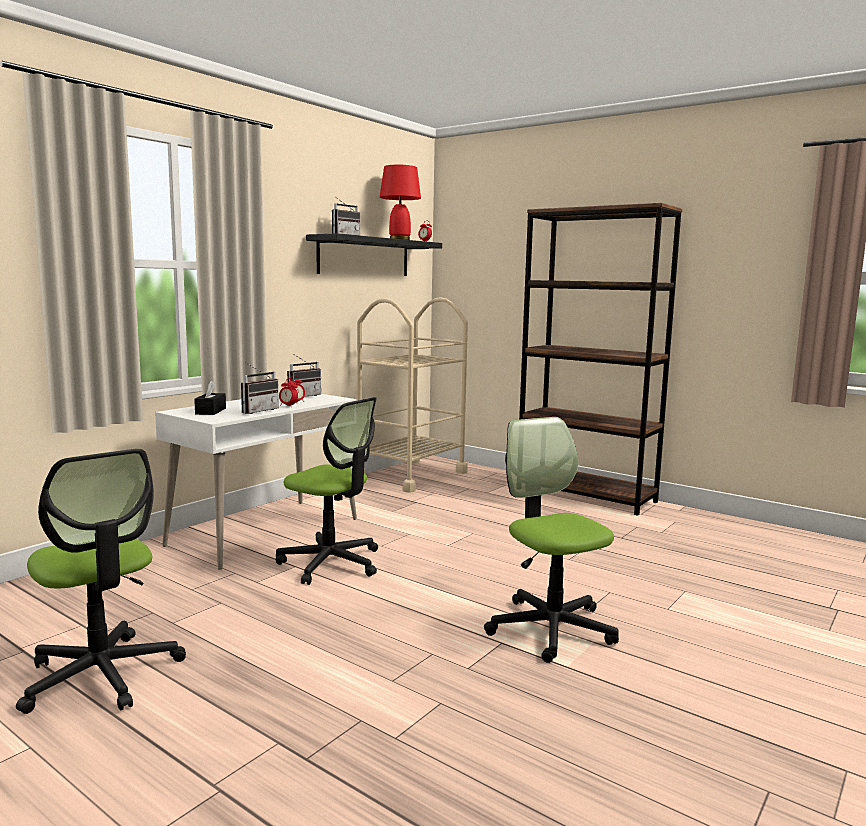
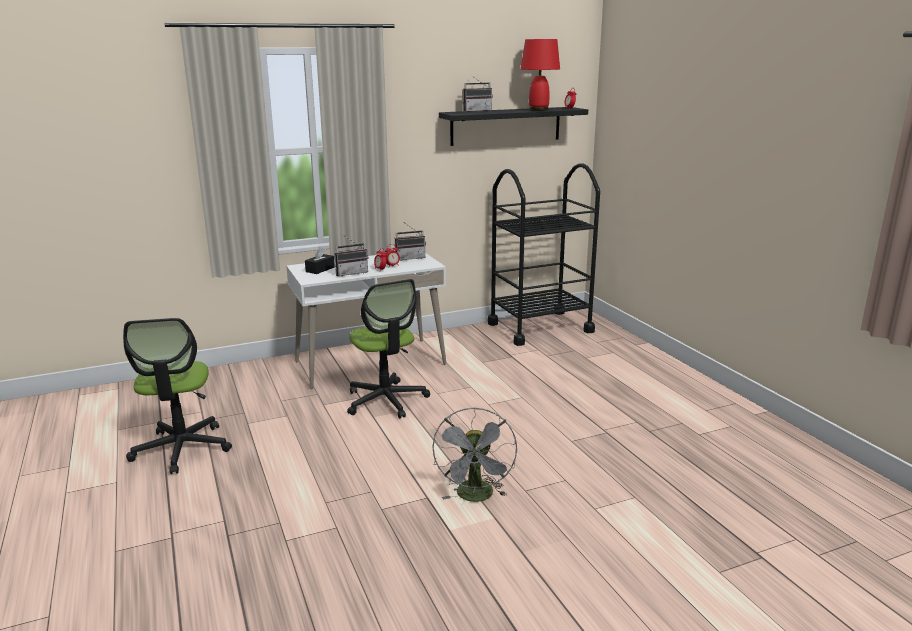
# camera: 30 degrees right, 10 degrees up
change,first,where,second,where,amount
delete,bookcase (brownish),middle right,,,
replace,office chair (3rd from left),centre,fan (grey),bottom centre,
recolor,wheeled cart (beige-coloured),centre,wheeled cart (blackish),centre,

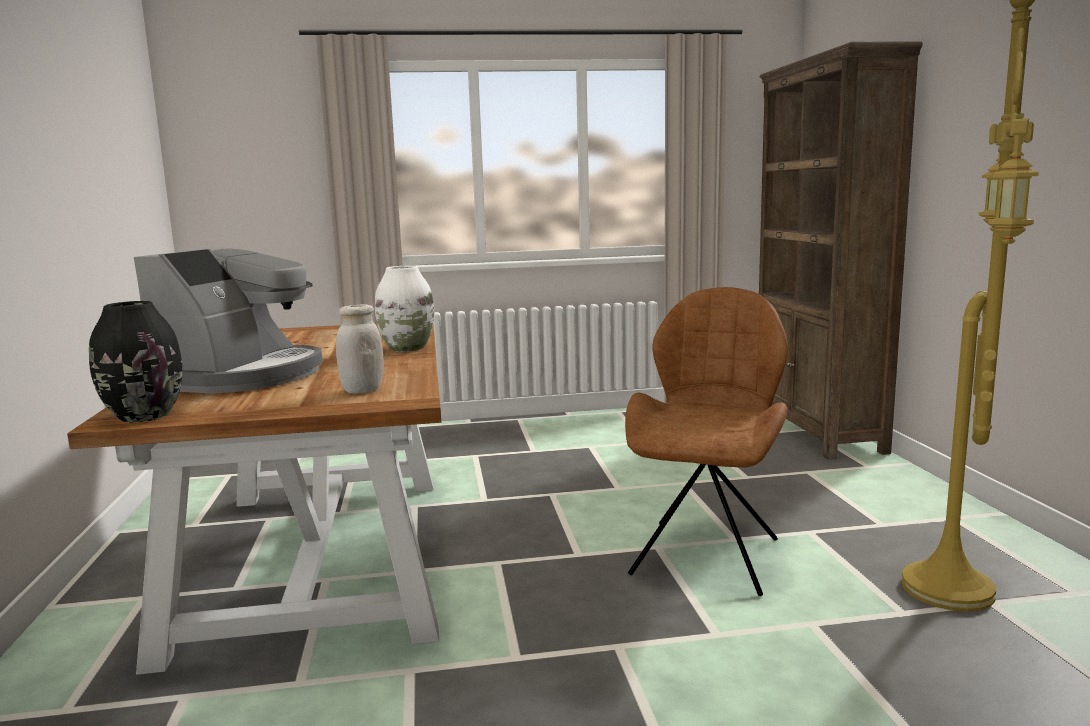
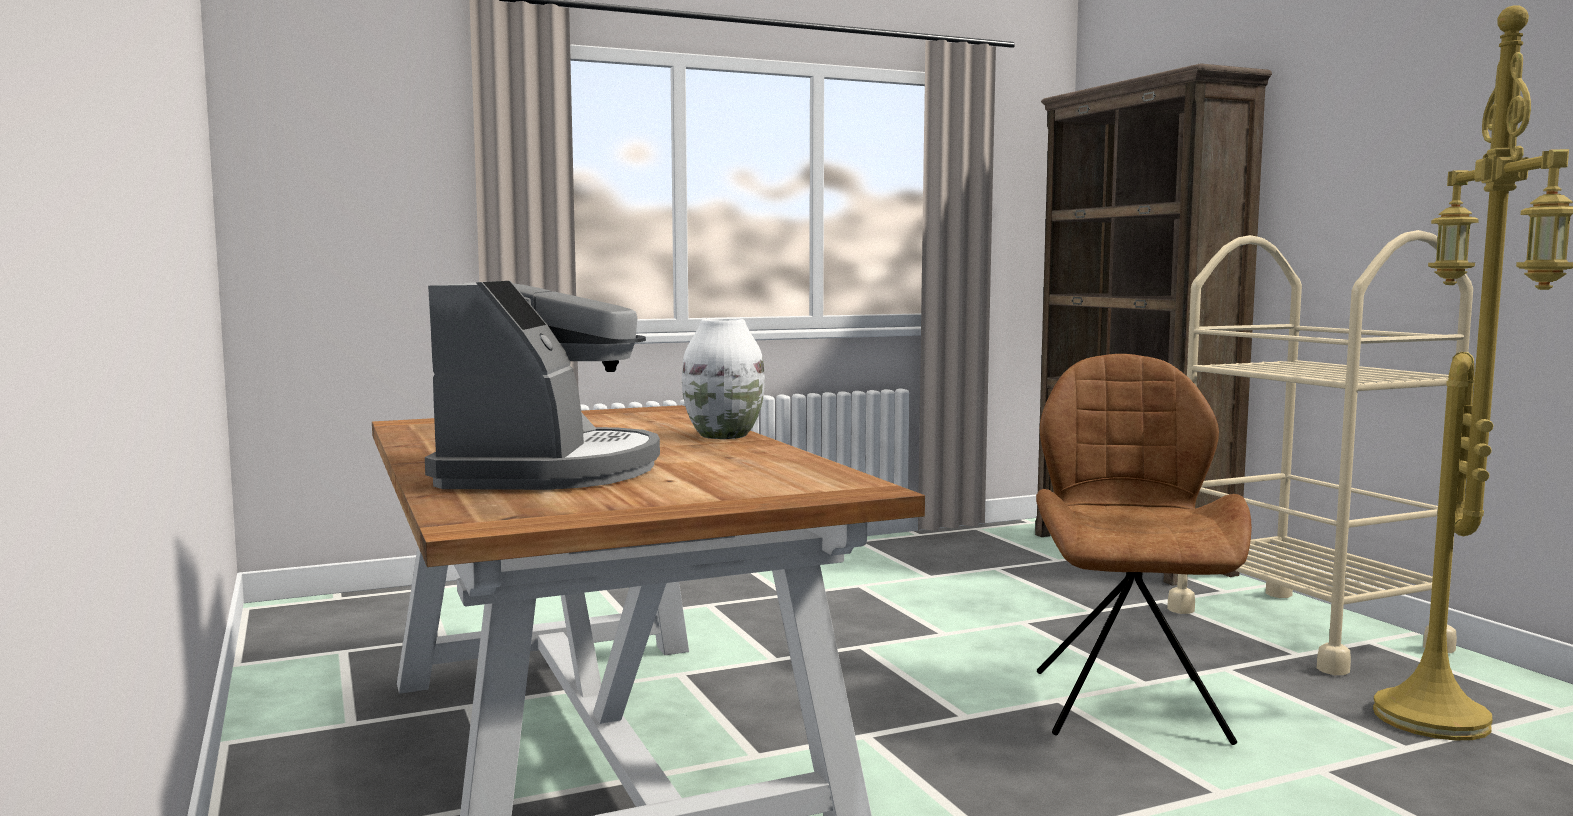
# camera: 15 degrees left, 5 degrees down
change,first,where,second,where,amount
delete,flower vase (blackish),middle left,,,
delete,preserve jar (white),middle left,,,
insert,,,wheeled cart (beige-coloured),middle right,

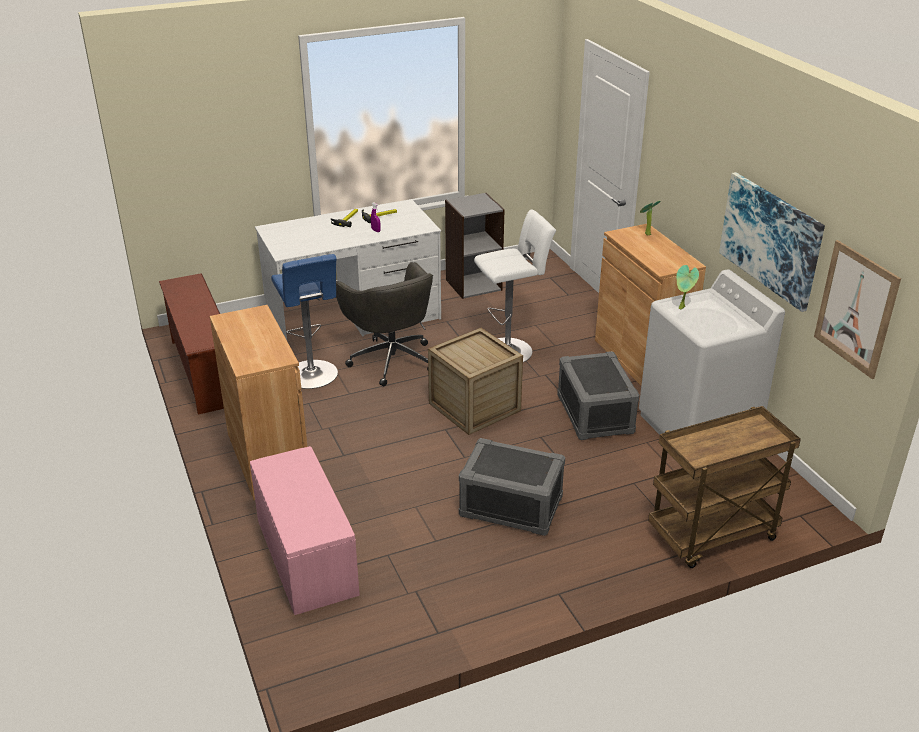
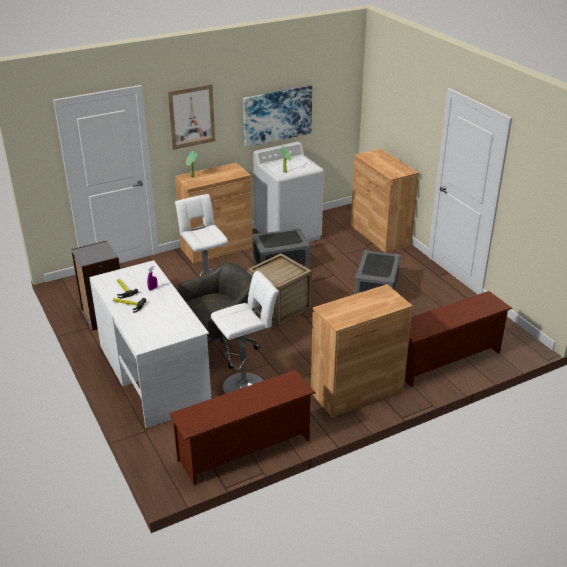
# camera: 95 degrees left, 0 degrees up
change,first,where,second,where,amount
move,wall picture (2nd from left in the first image),middle right,wall picture (1st from left),top centre,
replace,long seat (pink),bottom left,shoe stand (brownish) (2nd from left),middle right,
replace,wheeled cart (brownish),middle right,cupboard (brownish) (3rd from left),middle right,
recolor,stool (blue-coloured),middle left,stool (white) (2nd from left),centre,

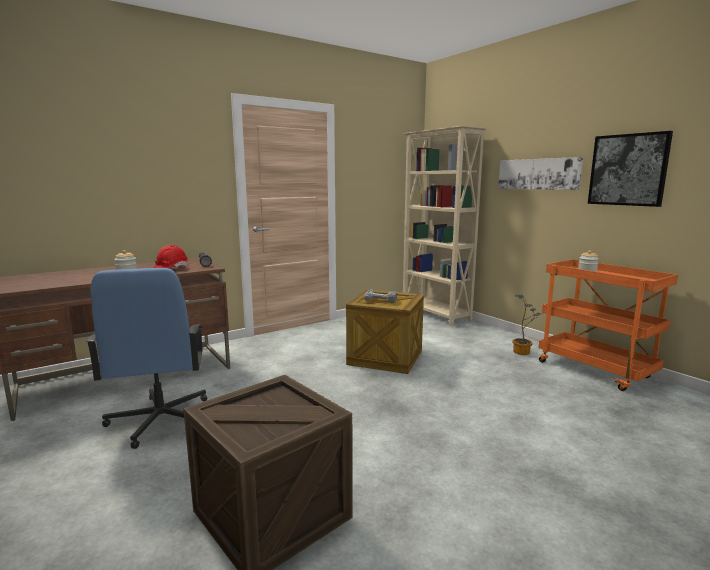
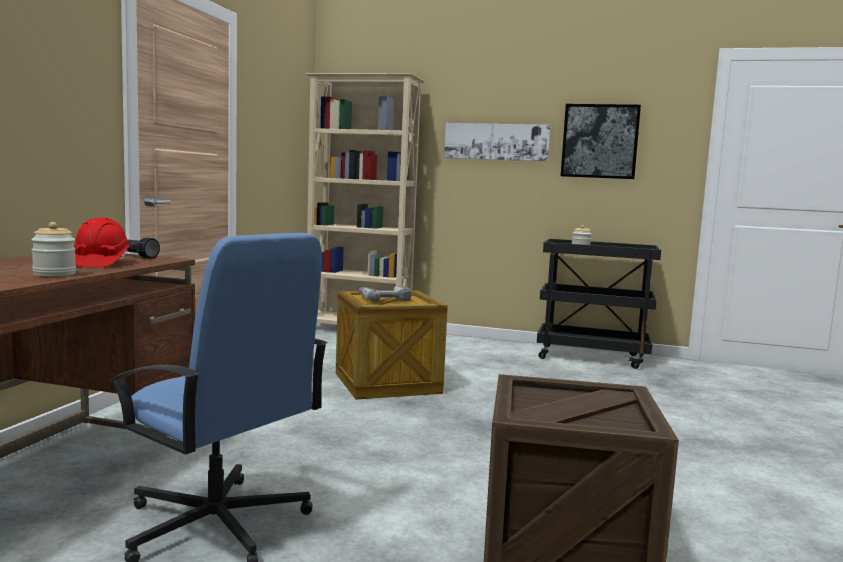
# camera: 40 degrees left, 5 degrees down
change,first,where,second,where,amount
delete,plant in a pot,middle right,,,
recolor,wheeled cart (orangey),middle right,wheeled cart (blackish),middle right,

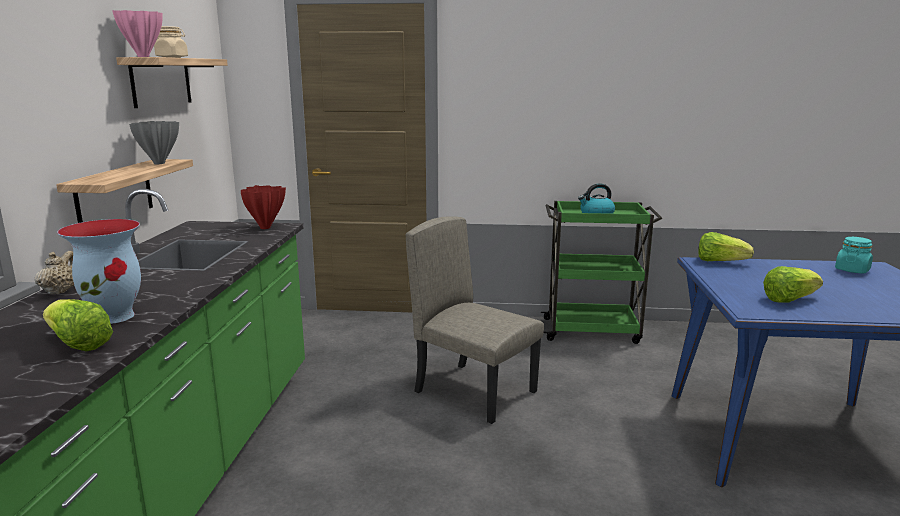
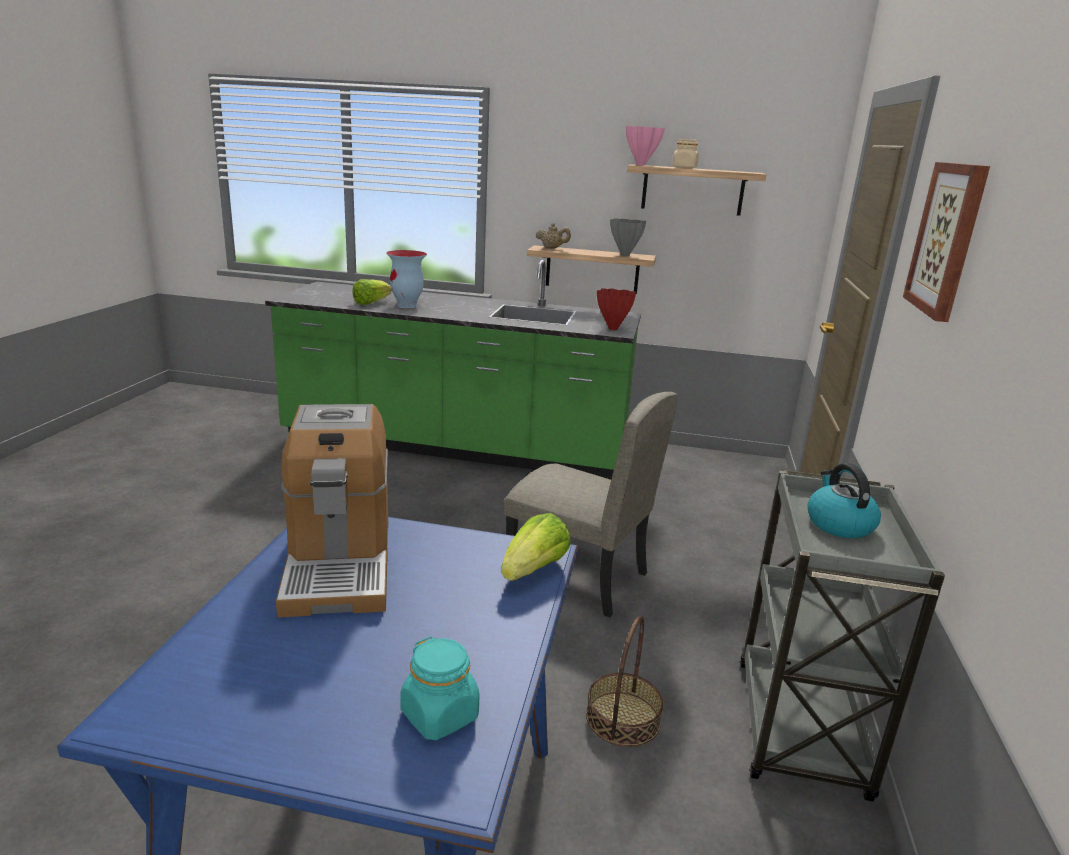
# camera: 95 degrees right, 5 degrees up
change,first,where,second,where,amount
insert,,,storage basket,bottom centre,
insert,,,wall picture,top right,
move,tea pot (beige-coloured),middle left,,top centre,
replace,head of lettuce (3rd from left),middle right,coffee machine,middle left,
recolor,wheeled cart (green),middle right,wheeled cart (grey),bottom right,
rotate,plain chair (beige-coloured),centre,,centre,75 degrees clockwise

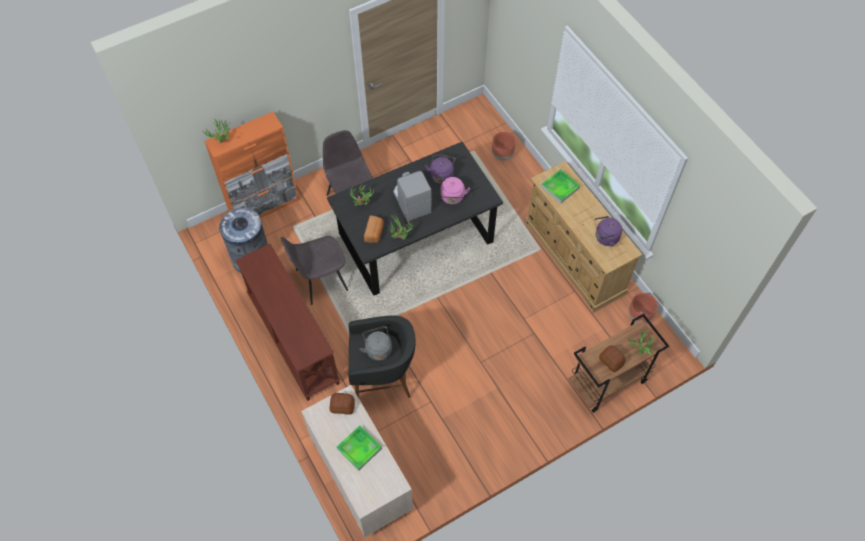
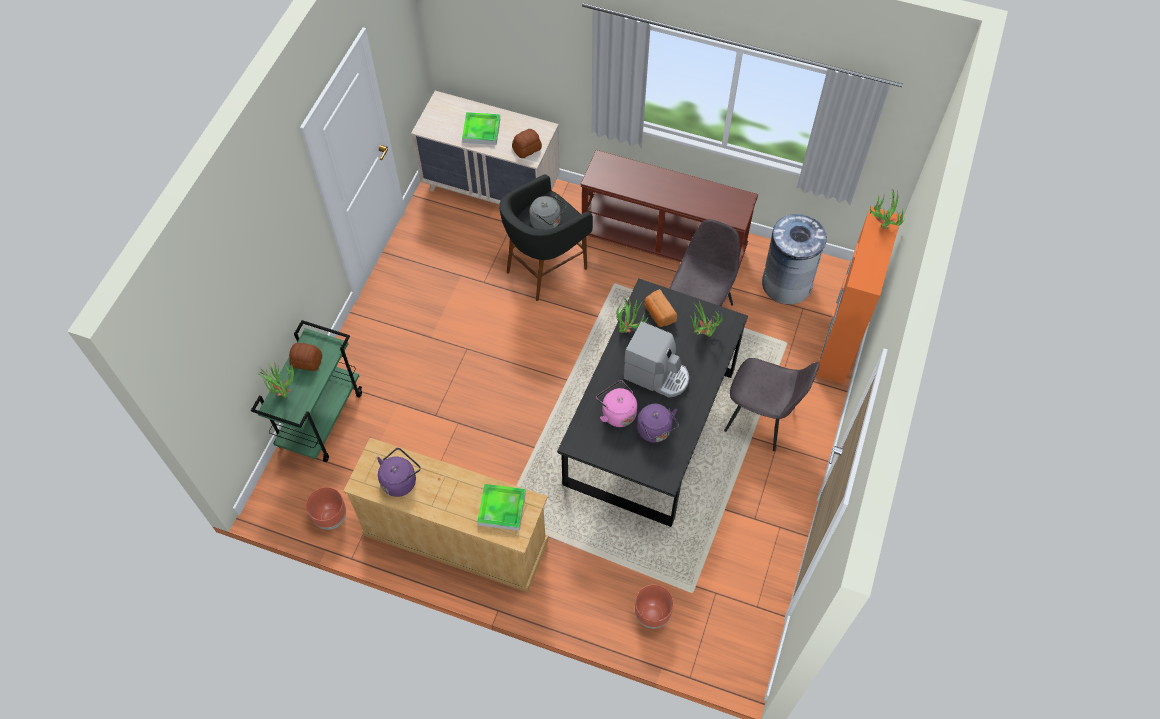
# camera: 140 degrees right, 0 degrees up
change,first,where,second,where,amount
recolor,wheeled cart (brownish),bottom right,wheeled cart (green),middle left,

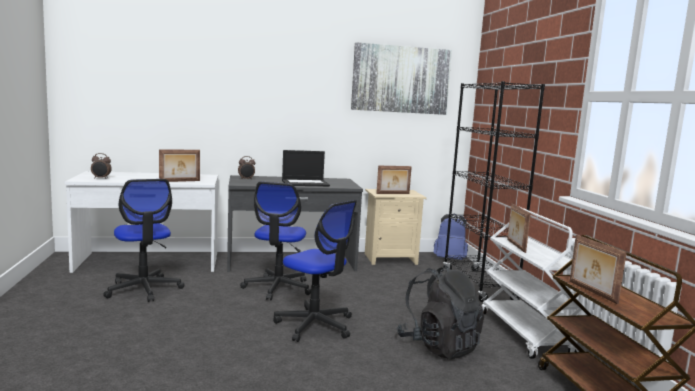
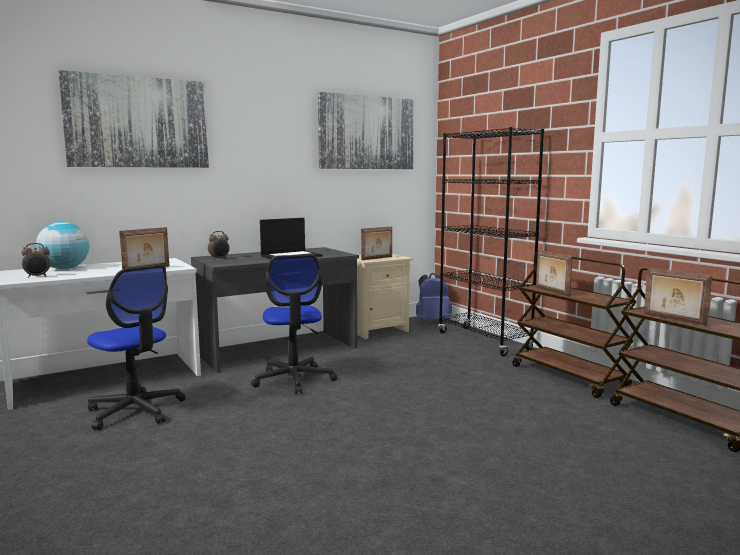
# camera: 20 degrees left, 0 degrees up
change,first,where,second,where,amount
delete,office chair (3rd from left),bottom centre,,,
delete,rucksack (blackish),bottom centre,,,
insert,,,globe,middle left,
insert,,,wall picture (1st from left),top left,
recolor,wheeled cart (white),bottom right,wheeled cart (brownish) (1st from left),middle right,

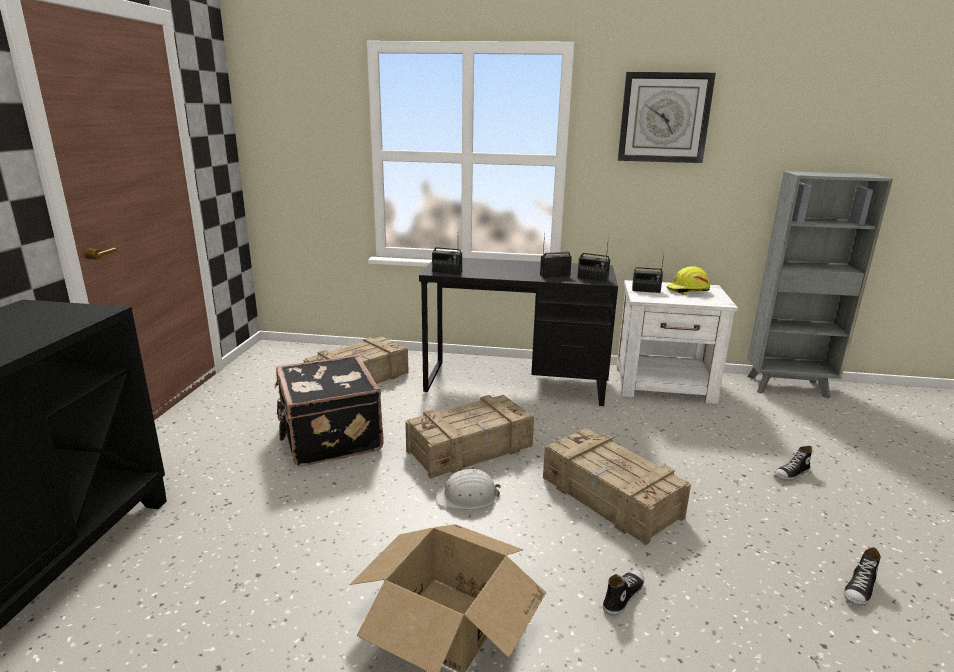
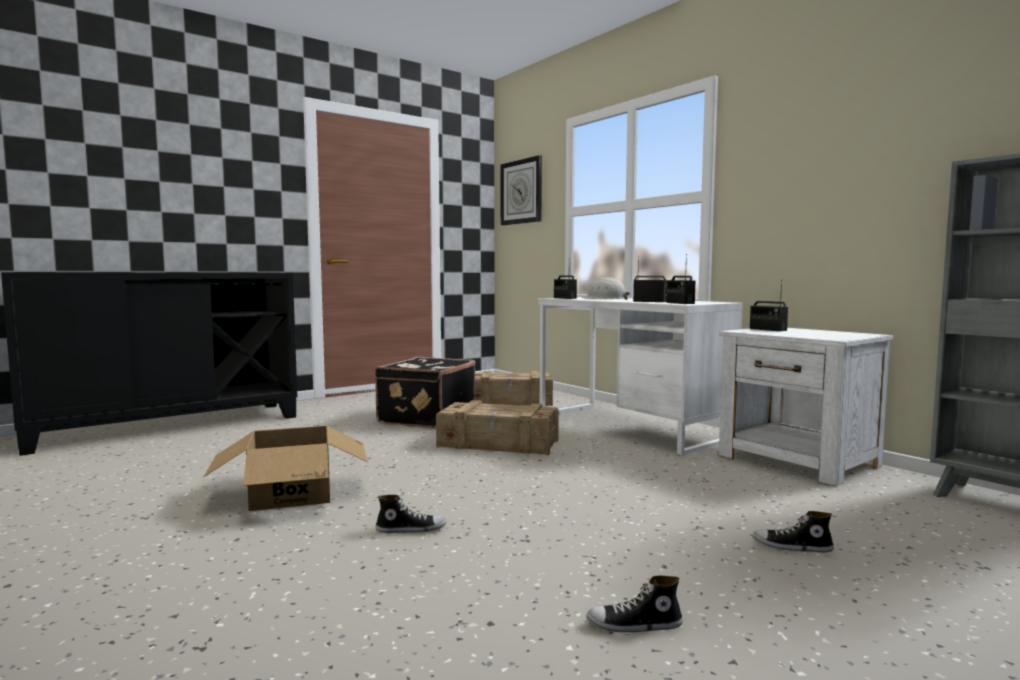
# camera: 45 degrees right, 15 degrees down
change,first,where,second,where,amount
delete,shipping crate (3rd from left),bottom centre,,,
delete,work helmet (yellowish),middle right,,,
move,work helmet (white),bottom centre,,centre,
move,clock on the wall,top right,,top centre,
recolor,desk table (blackish),centre,desk table (white),centre,

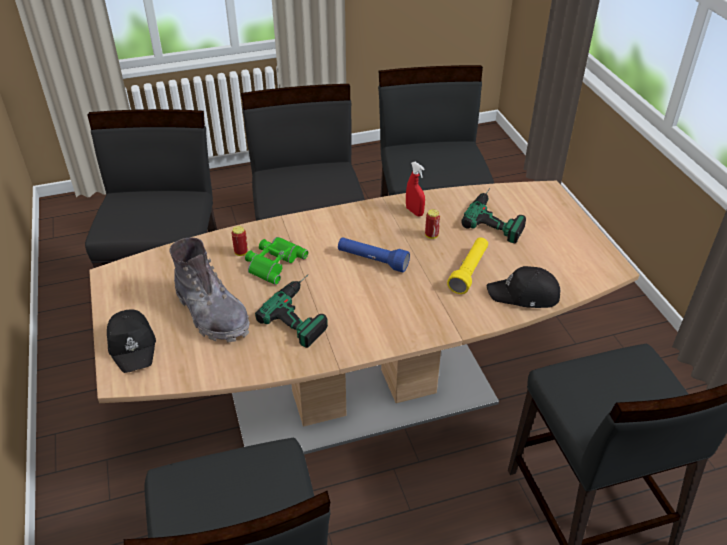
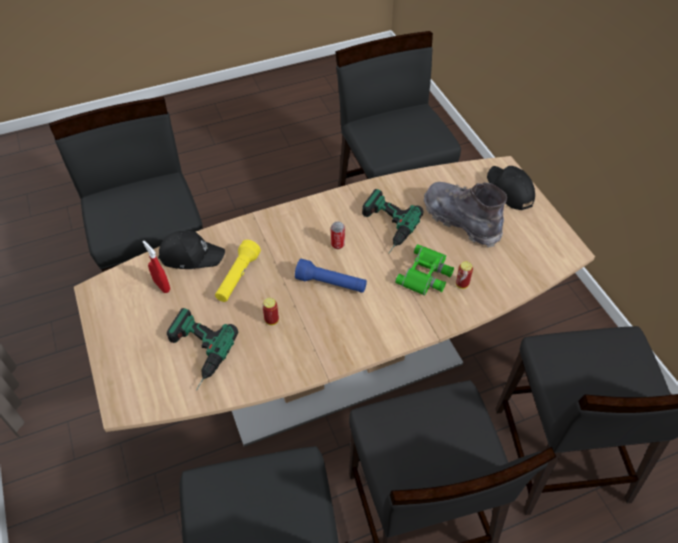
# camera: 175 degrees right, 10 degrees up
change,first,where,second,where,amount
insert,,,sealed can (2nd from left),centre,
move,sprayer (red-coloured),centre,,middle left,

